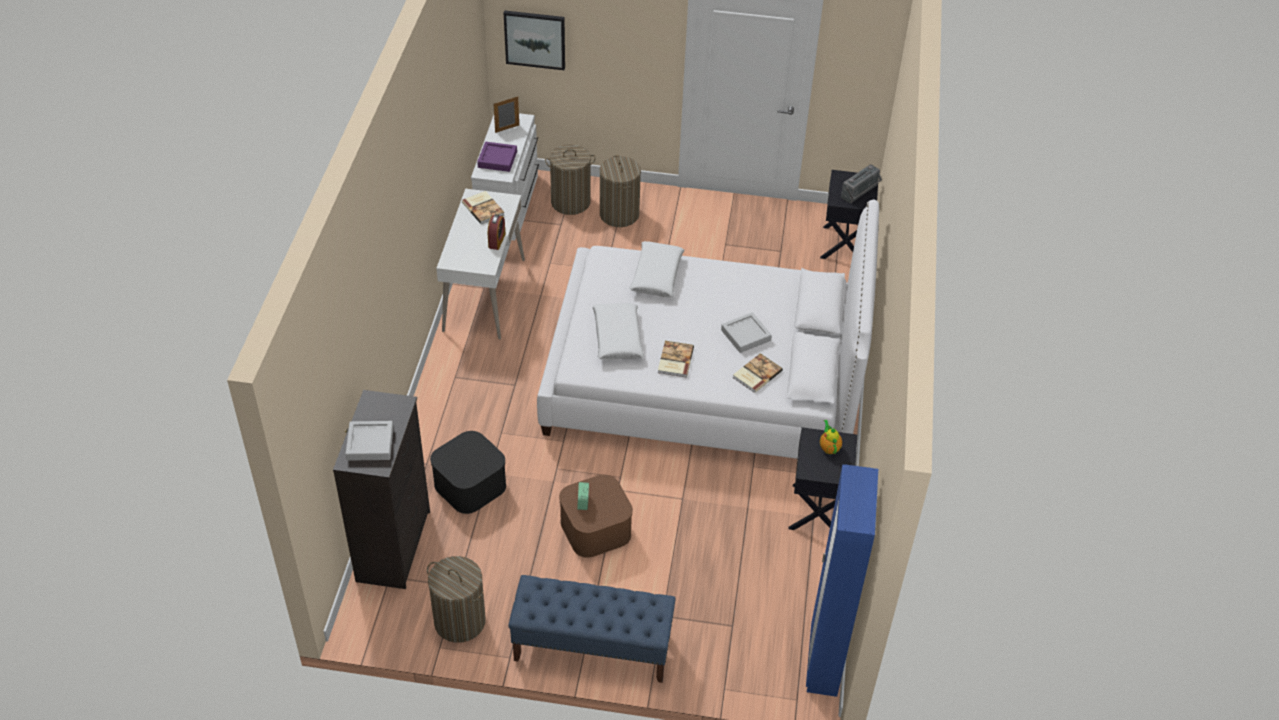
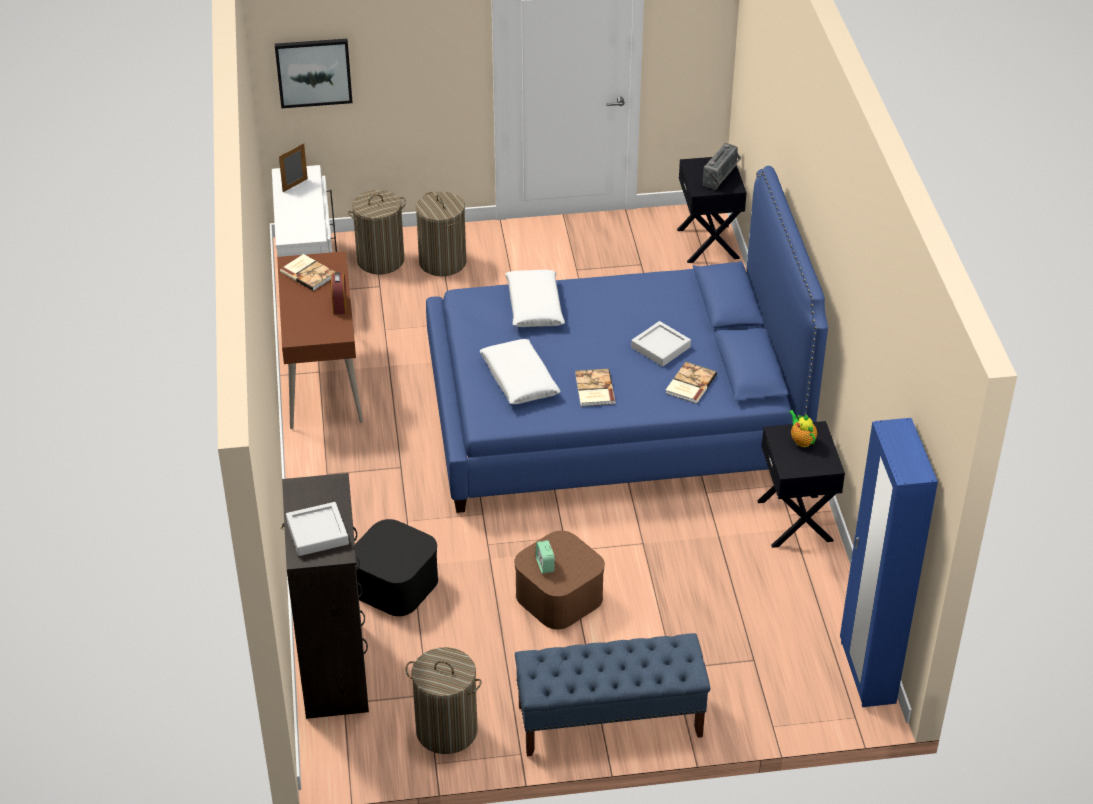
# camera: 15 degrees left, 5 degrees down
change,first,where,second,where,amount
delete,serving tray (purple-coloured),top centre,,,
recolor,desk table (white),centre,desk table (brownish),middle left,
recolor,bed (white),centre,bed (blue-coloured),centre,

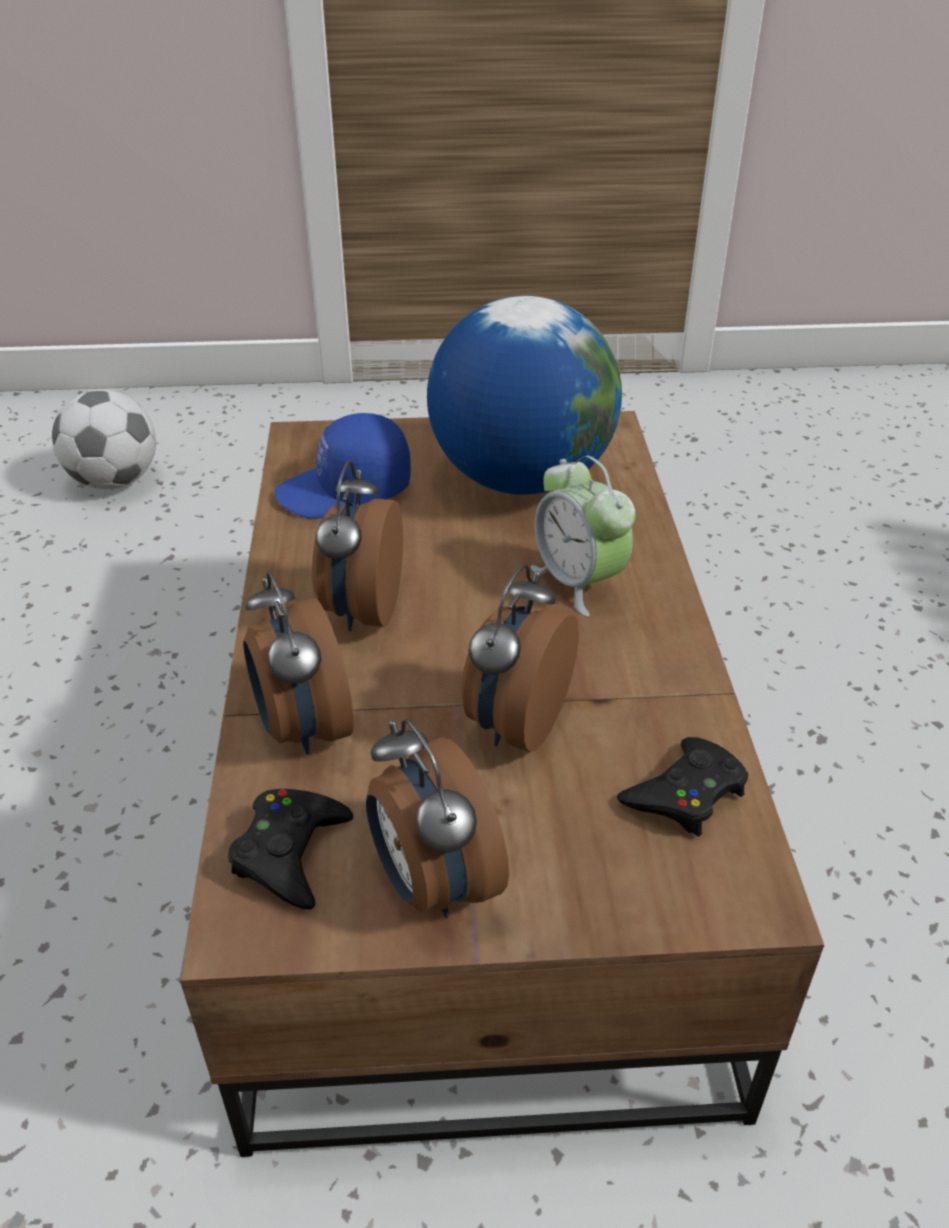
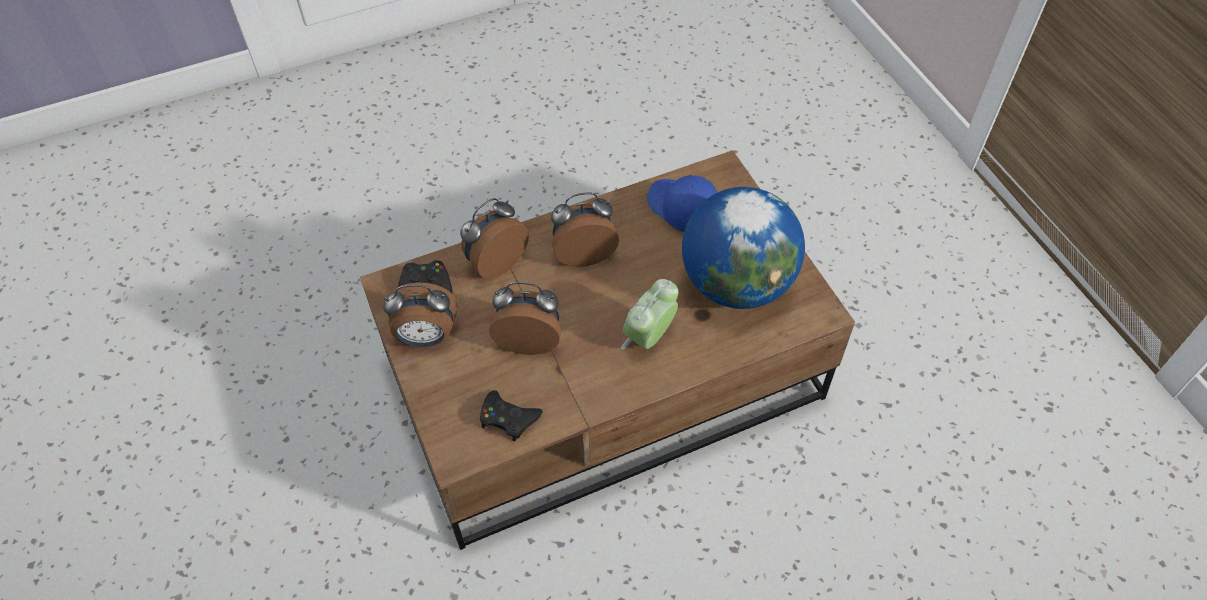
# camera: 70 degrees right, 15 degrees up
change,first,where,second,where,amount
delete,football,middle left,,,
rotate,alarm clock (3rd from left in the first image),centre,alarm clock (1st from left),centre,135 degrees counterclockwise

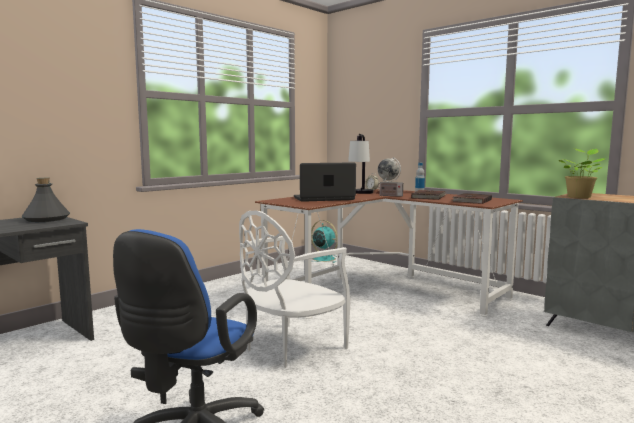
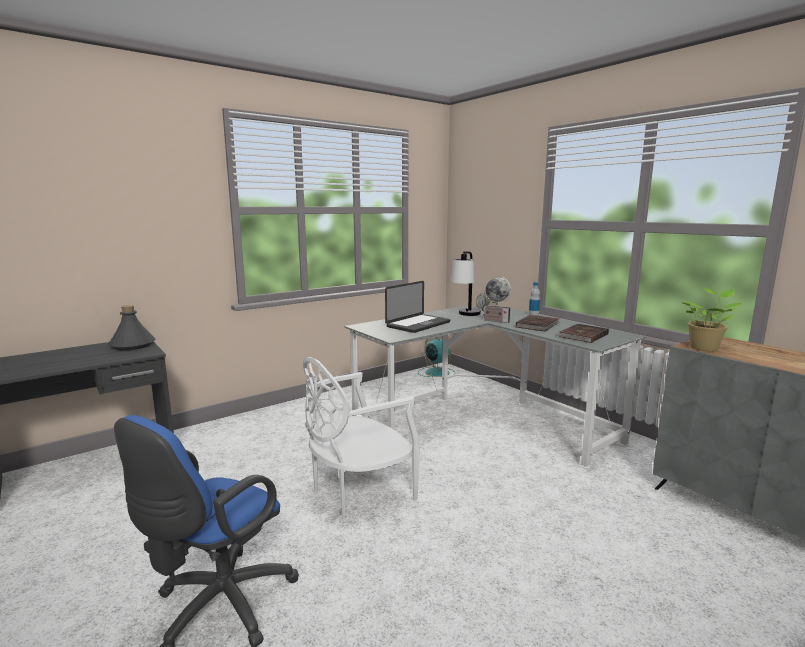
# camera: 10 degrees right, 5 degrees up
change,first,where,second,where,amount
recolor,desk table (brownish),centre,desk table (grey) (2nd from left),centre,
rotate,portable computer,centre,,centre,135 degrees clockwise

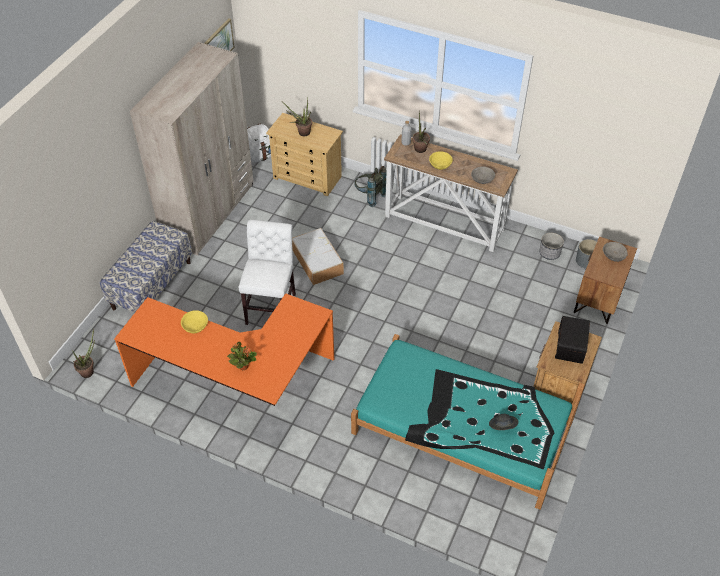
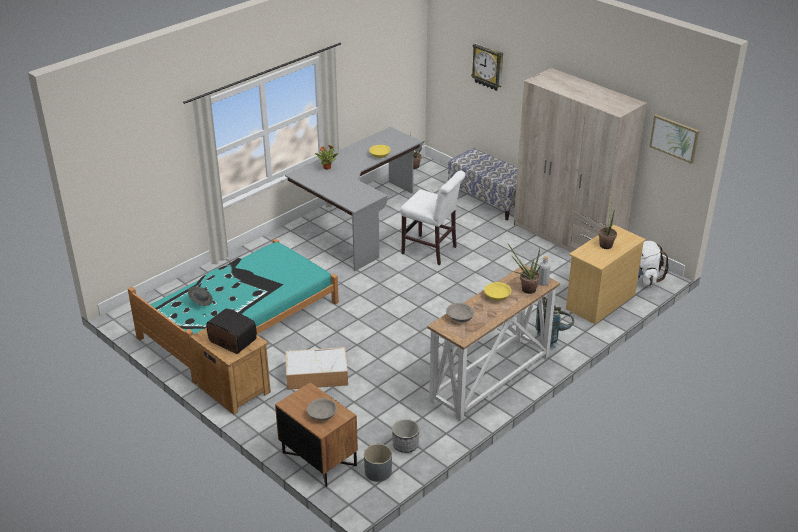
# camera: 110 degrees right, 15 degrees down
change,first,where,second,where,amount
insert,,,clock on the wall,top centre,
move,storage bin,centre,,bottom centre,
recolor,desk table (orangey),middle left,desk table (grey),centre,

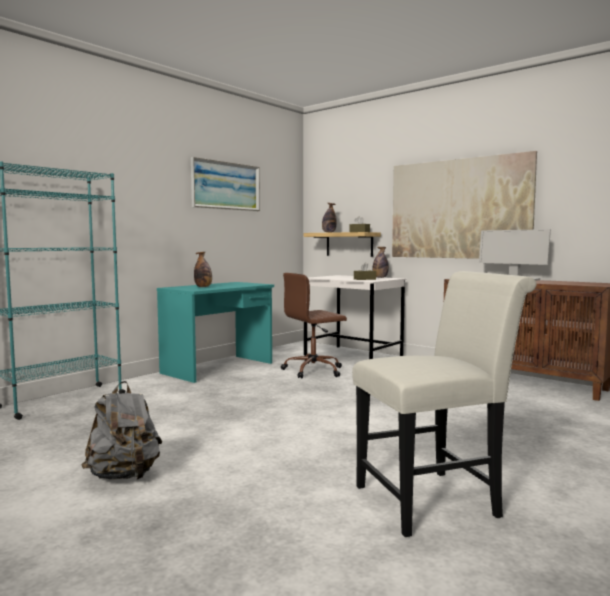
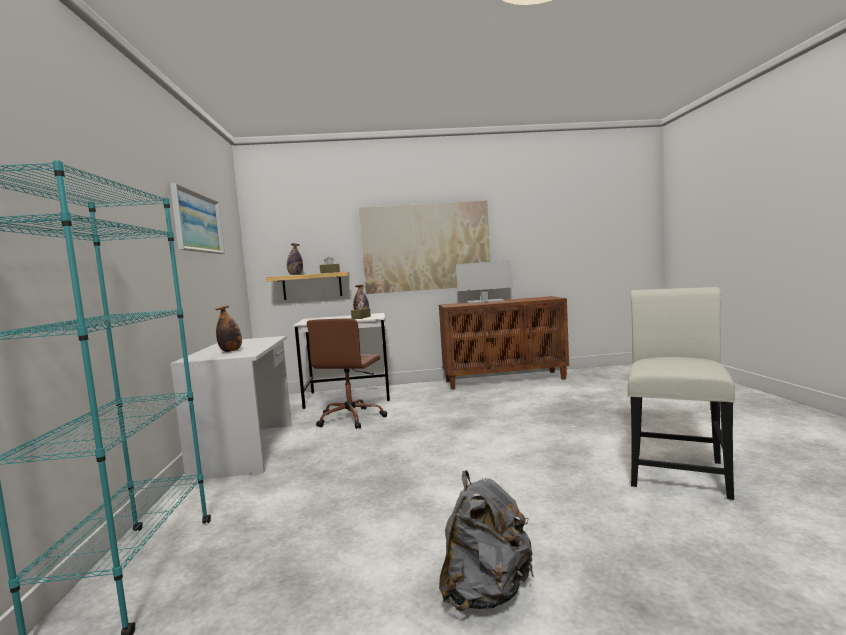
# camera: 45 degrees left, 0 degrees up
change,first,where,second,where,amount
recolor,desk table (blue-green),centre,desk table (white) (1st from left),middle left,

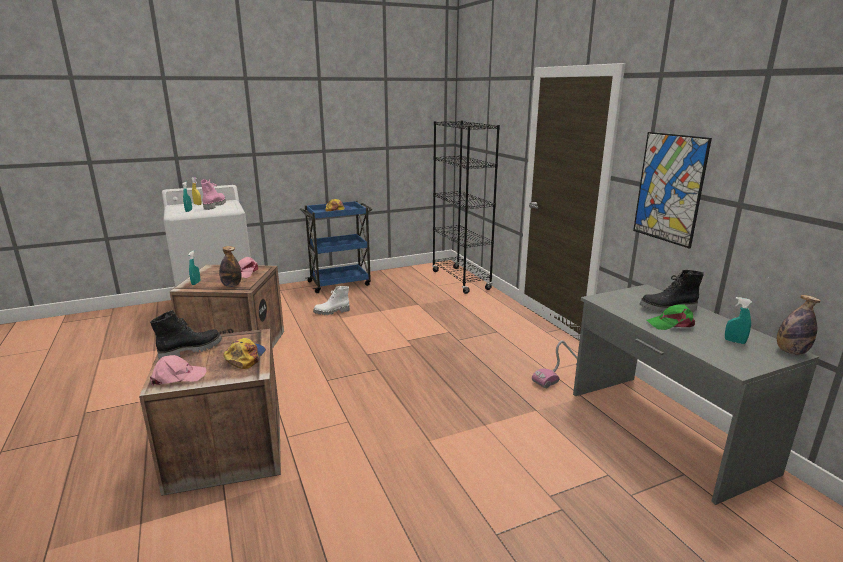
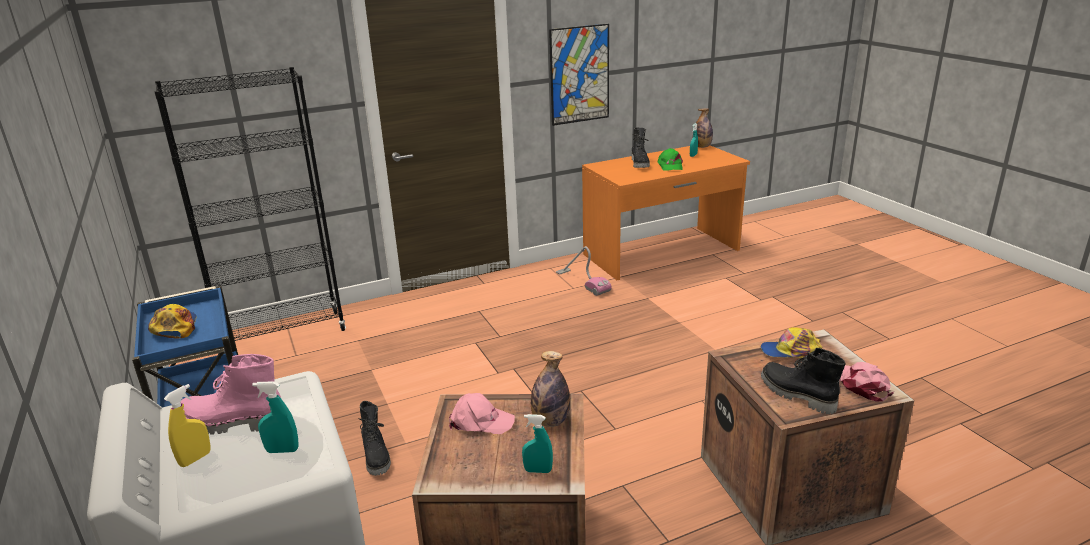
# camera: 90 degrees left, 5 degrees up
change,first,where,second,where,amount
recolor,boot (white),centre,boot (blackish) (1st from left),bottom centre,
recolor,desk table (grey),bottom right,desk table (orangey),centre,

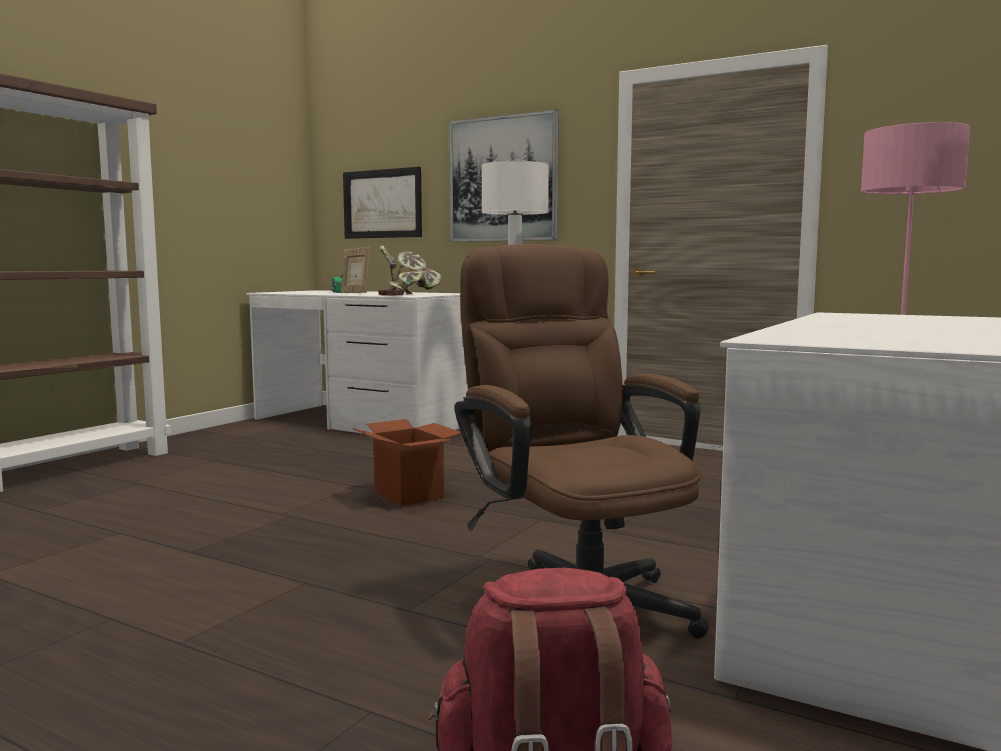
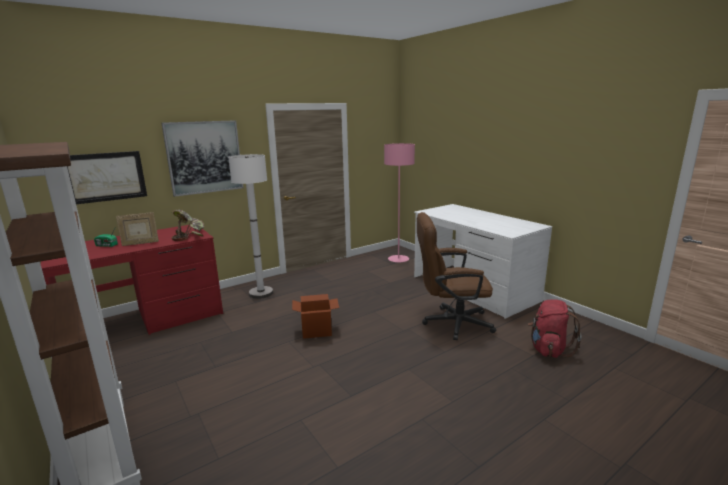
# camera: 65 degrees left, 10 degrees up
change,first,where,second,where,amount
recolor,desk table (white) (1st from left),centre,desk table (red-coloured),middle left,

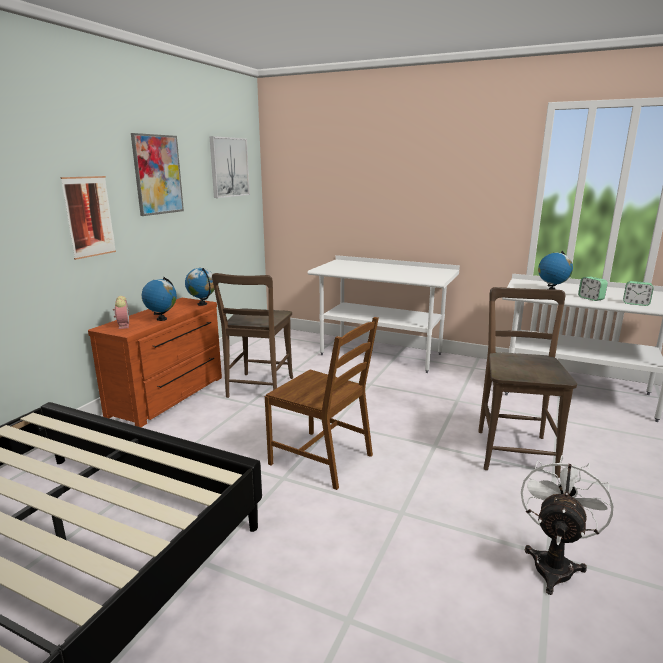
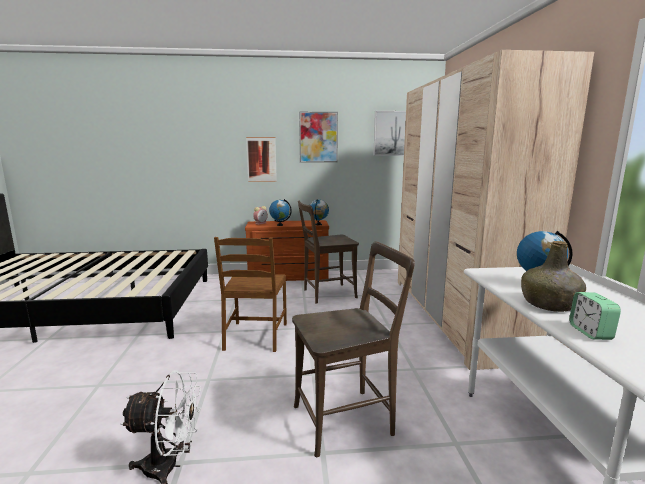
# camera: 60 degrees right, 5 degrees down
change,first,where,second,where,amount
replace,desk table (white) (1st from left),centre,clothes cupboard (beige-coloured),middle right,
replace,alarm clock (2nd from left),middle right,beverage bottle (green),middle right,

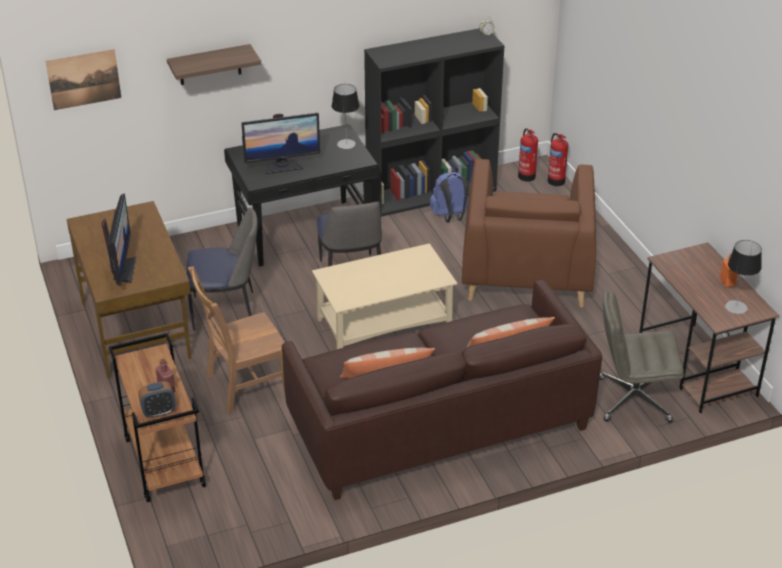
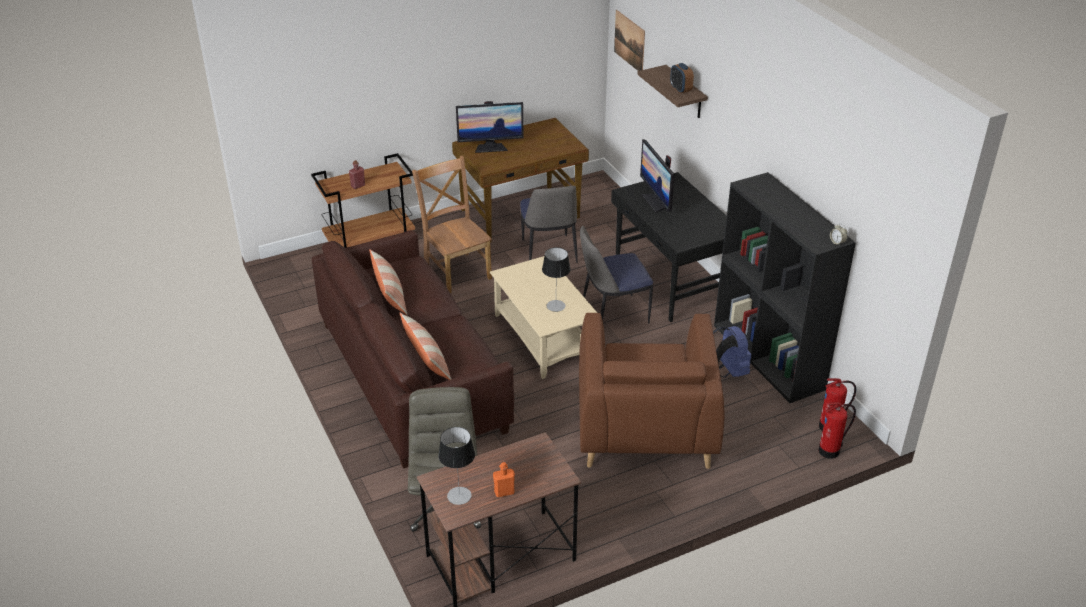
# camera: 85 degrees right, 0 degrees up
change,first,where,second,where,amount
move,alarm clock (1st from left),bottom left,,top centre,
move,lamp for a table (1st from left in the first image),top centre,lamp for a table (2nd from left),centre,
rotate,easy chair (brownish),middle right,,centre,90 degrees counterclockwise

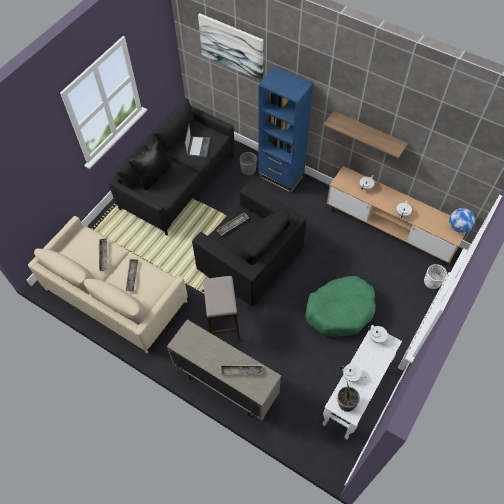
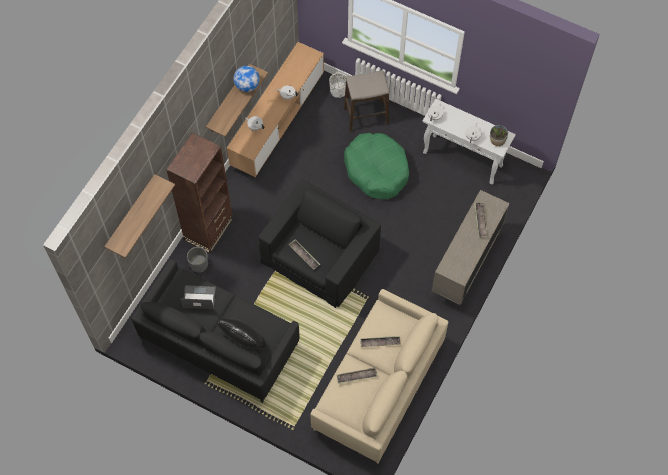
# camera: 95 degrees left, 5 degrees up
change,first,where,second,where,amount
move,stool,centre,,top centre,
move,globe,middle right,,top centre,
replace,wall picture,top centre,bracket shelf (1st from left),middle left,
recolor,bookcase (blue-coloured),top centre,bookcase (brownish),middle left,

